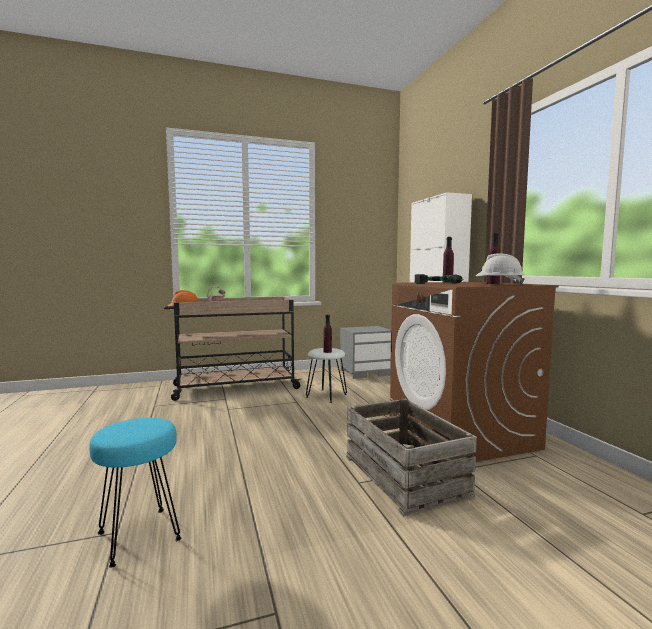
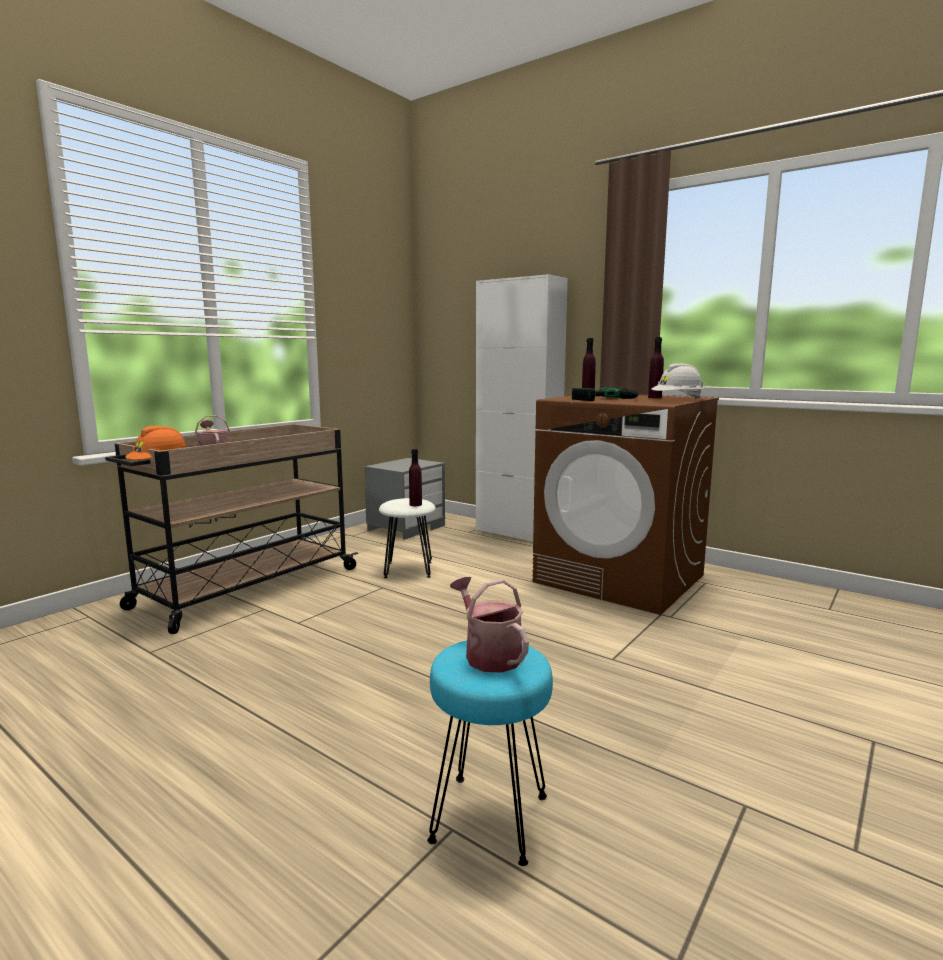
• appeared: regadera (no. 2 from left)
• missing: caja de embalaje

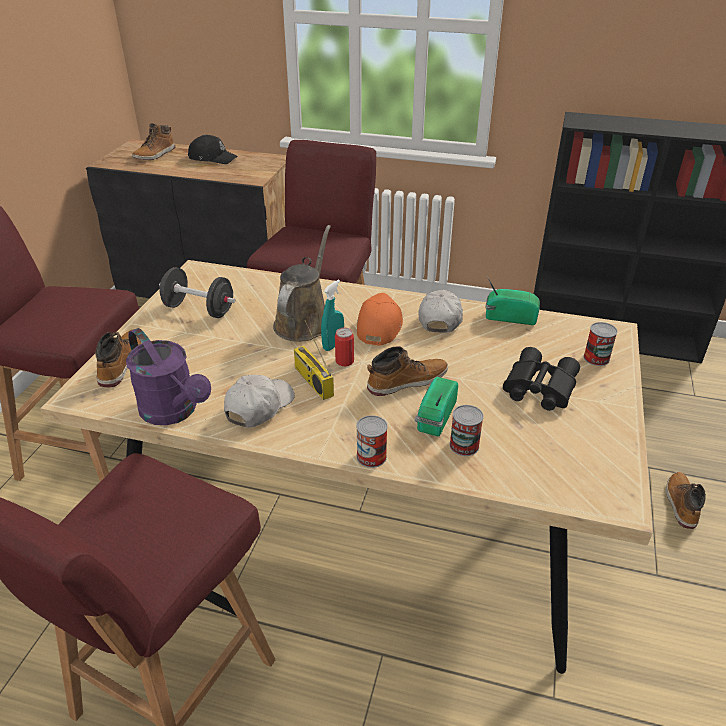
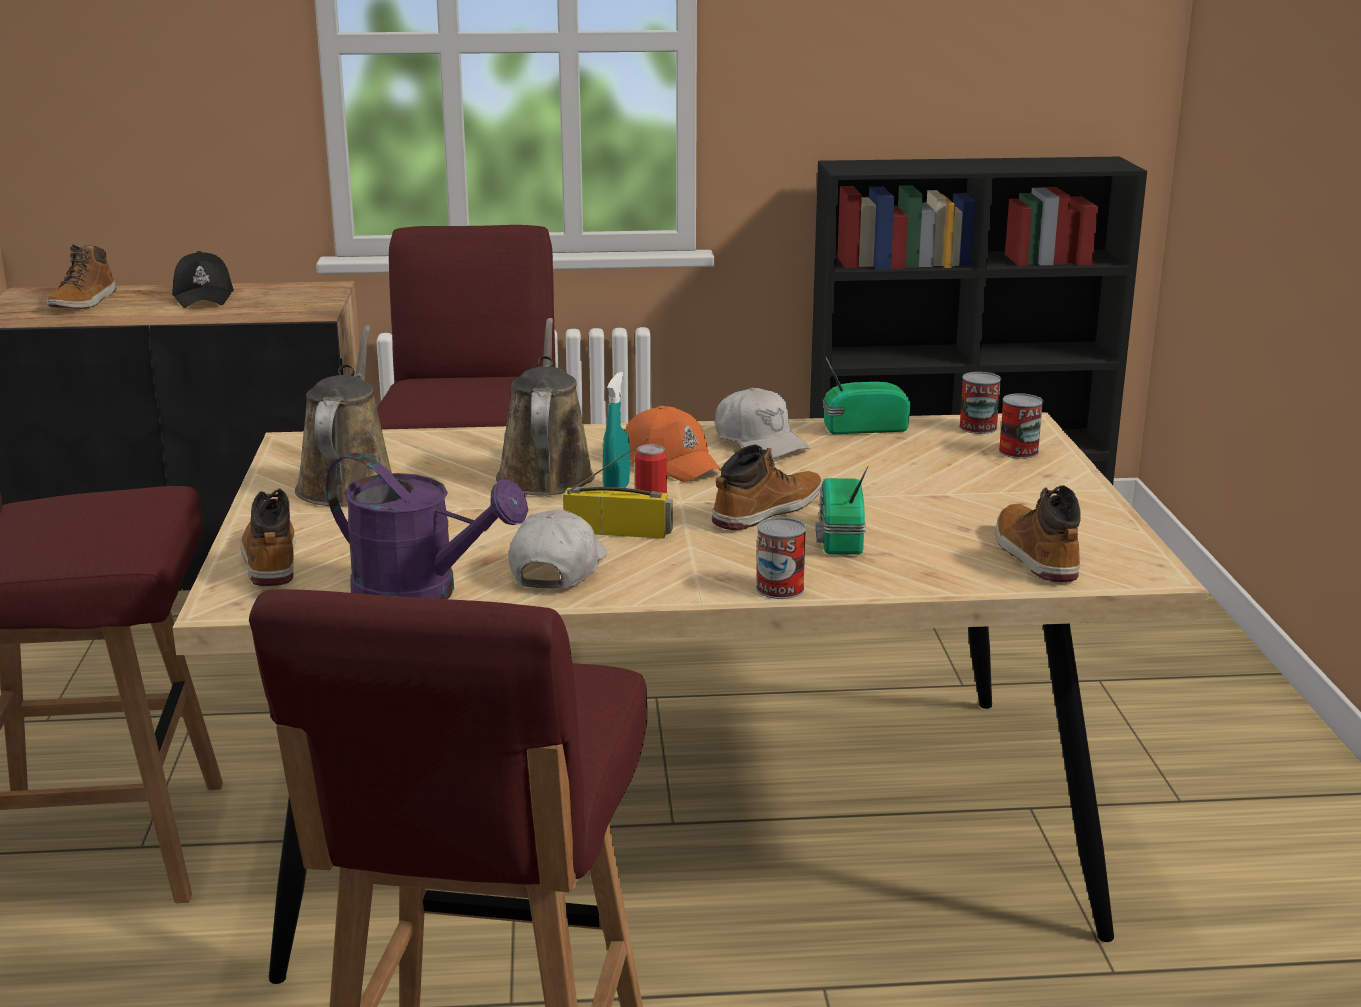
• spun: gorra/negro 75 degrees clockwise
• exchanged: mancuerna/negro to regadera/marrón (no. 1 from left)
• spun: radio (no. 1 from left) 150 degrees clockwise
• spun: gorra/naranja 150 degrees clockwise
• spun: gorra/blanco (no. 2 from left) 150 degrees clockwise
• relocated: lata (no. 3 from left)
• relocated: bota (no. 4 from left)
• missing: prismáticos/negro

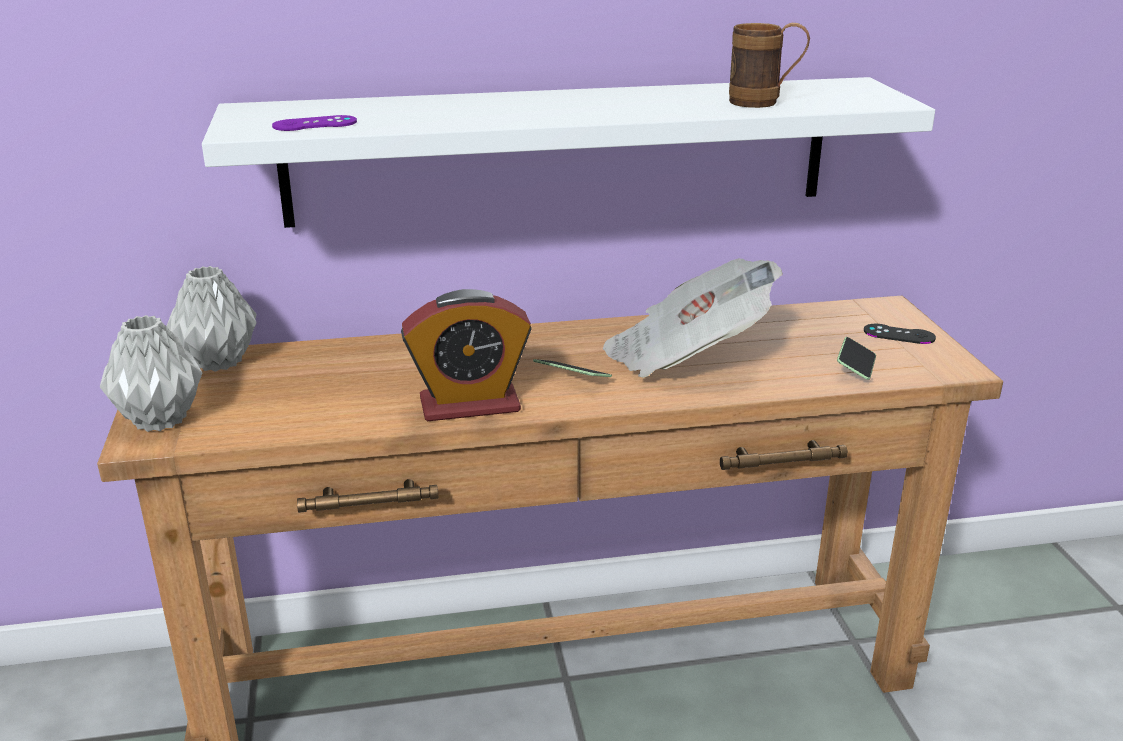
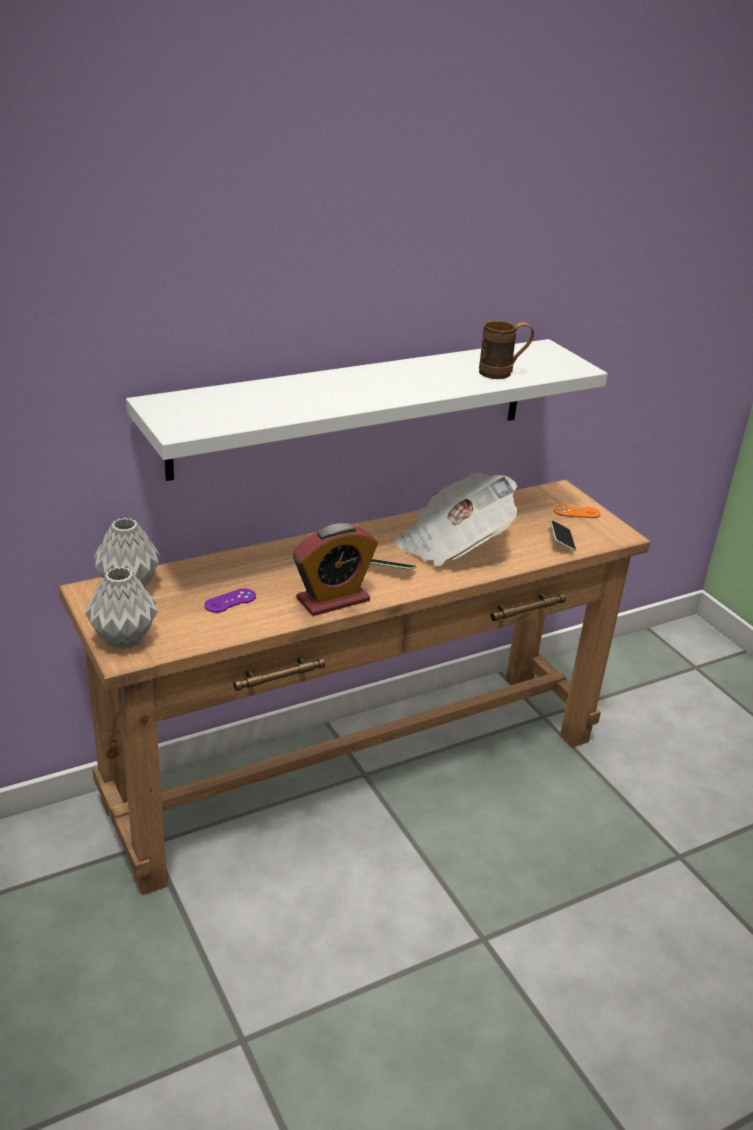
• relocated: mando de consola/morado
• colour: mando de consola/negro to mando de consola/naranja

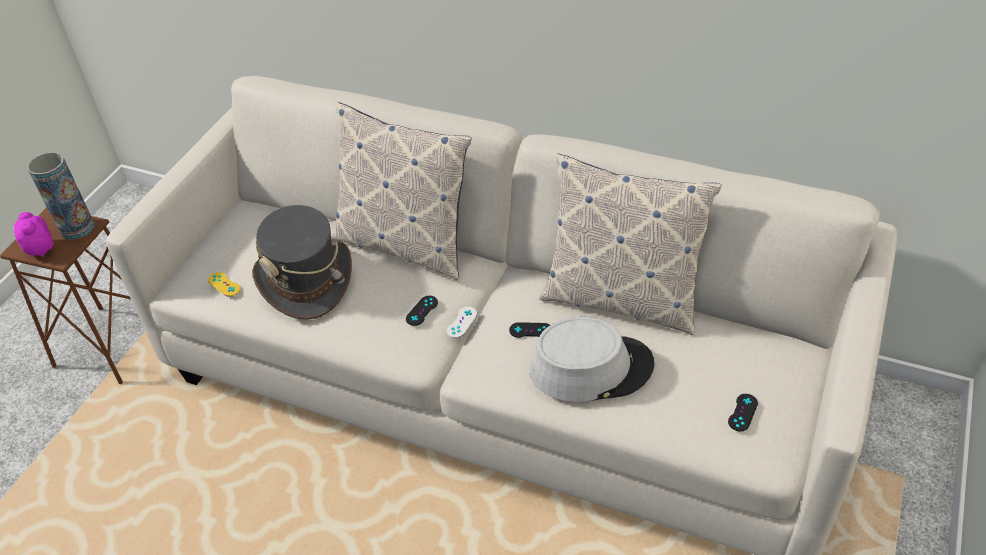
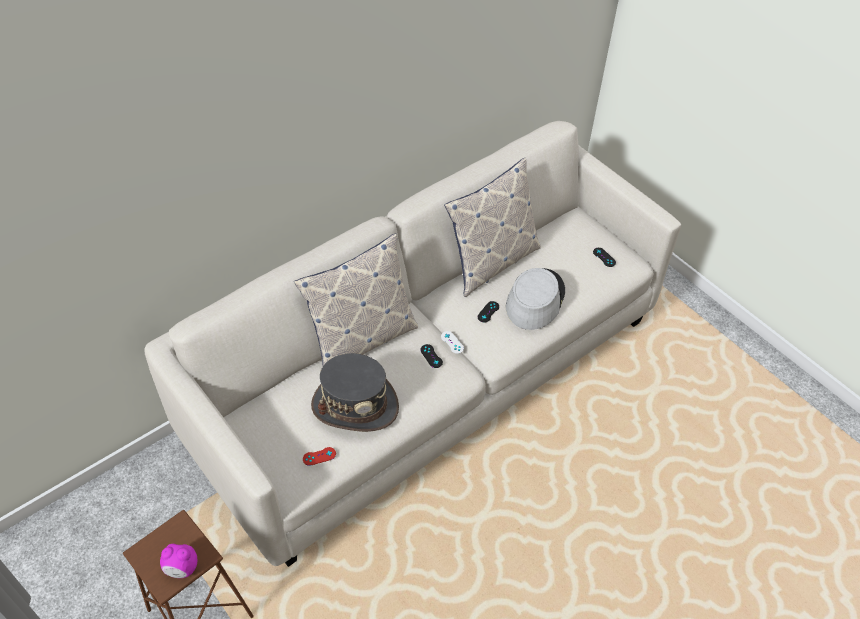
• colour: mando de consola/amarillo to mando de consola/rojo
• missing: florero

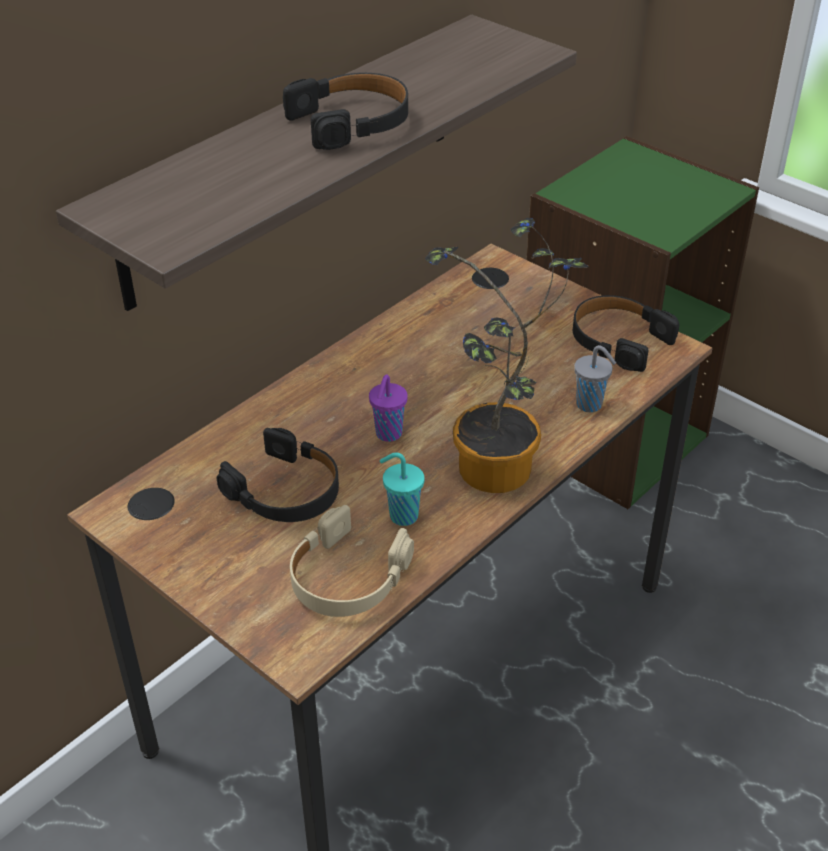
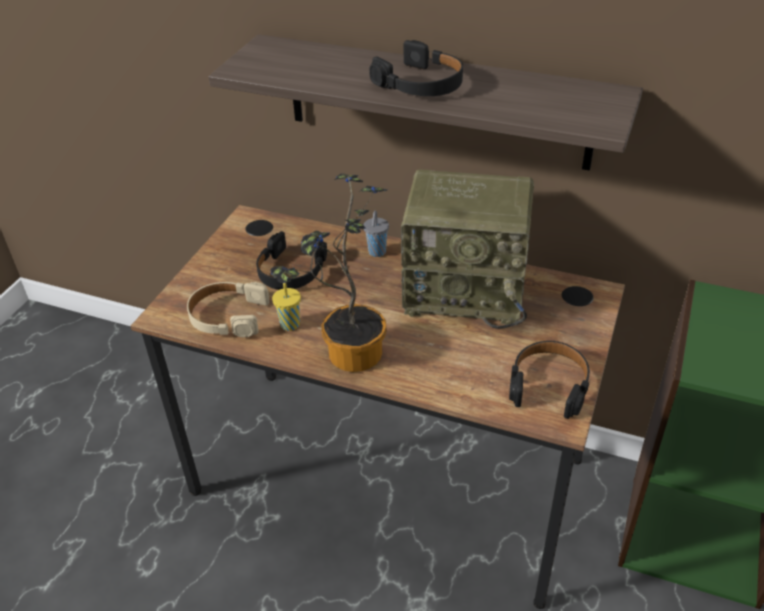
• colour: taza/turquesa to taza/amarillo
• relocated: taza/gris
• appeared: radio
• missing: taza/morado

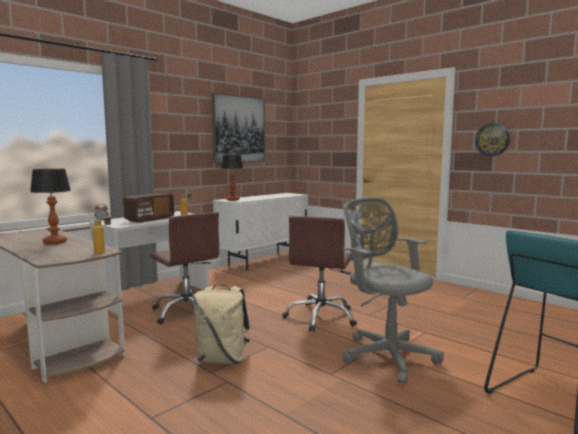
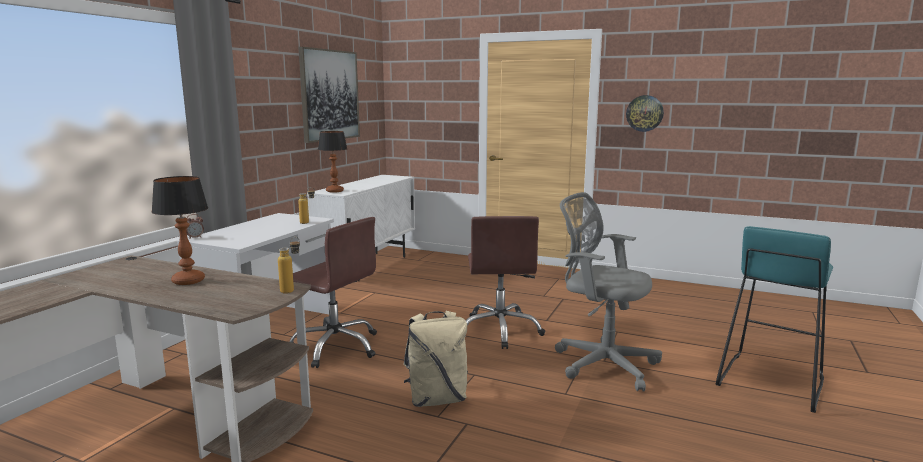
• missing: radio

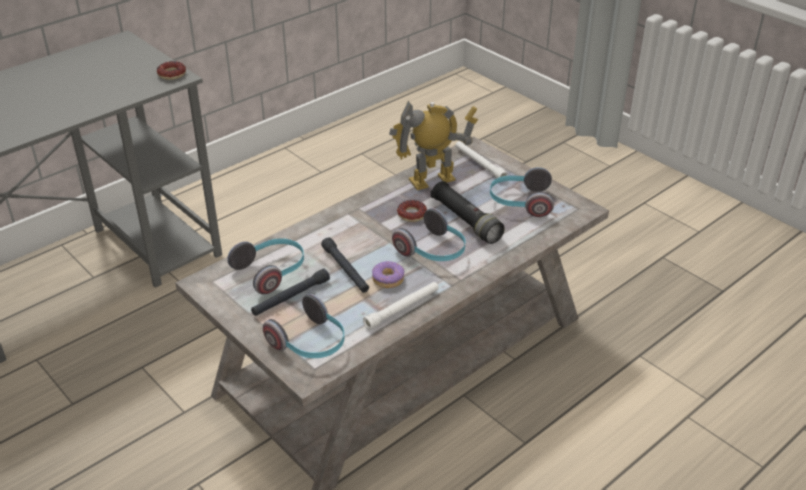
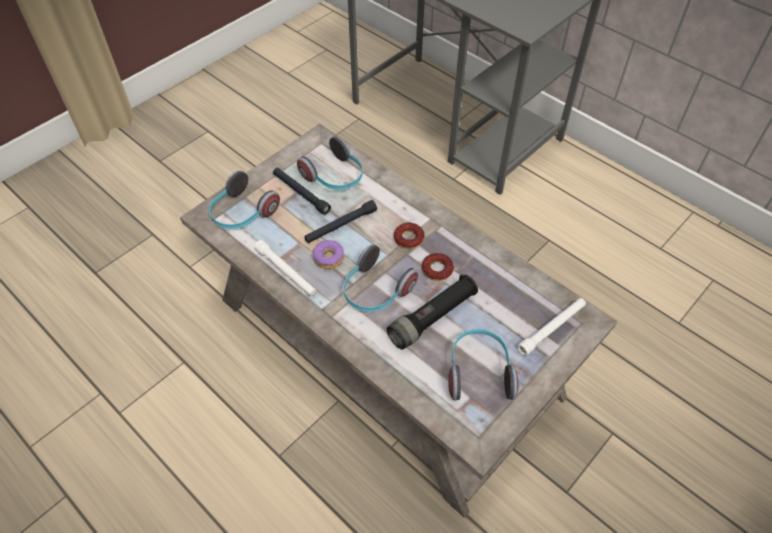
• relocated: rosquilla (no. 1 from left in the first image) to rosquilla (no. 2 from left)
• missing: robot de juguete

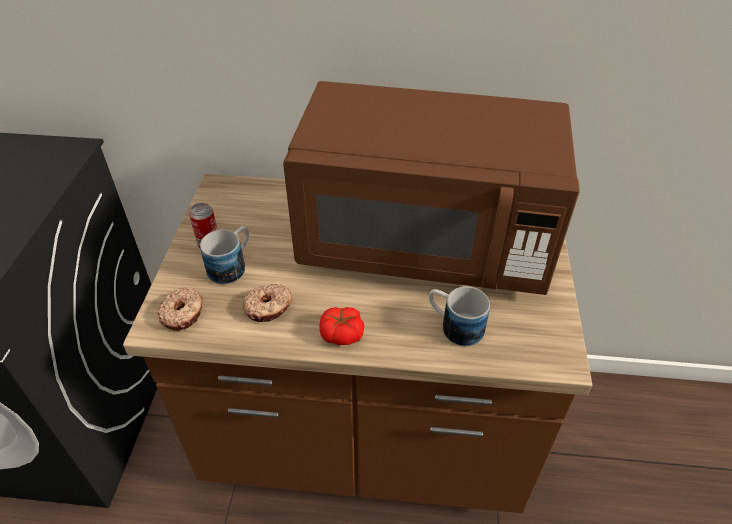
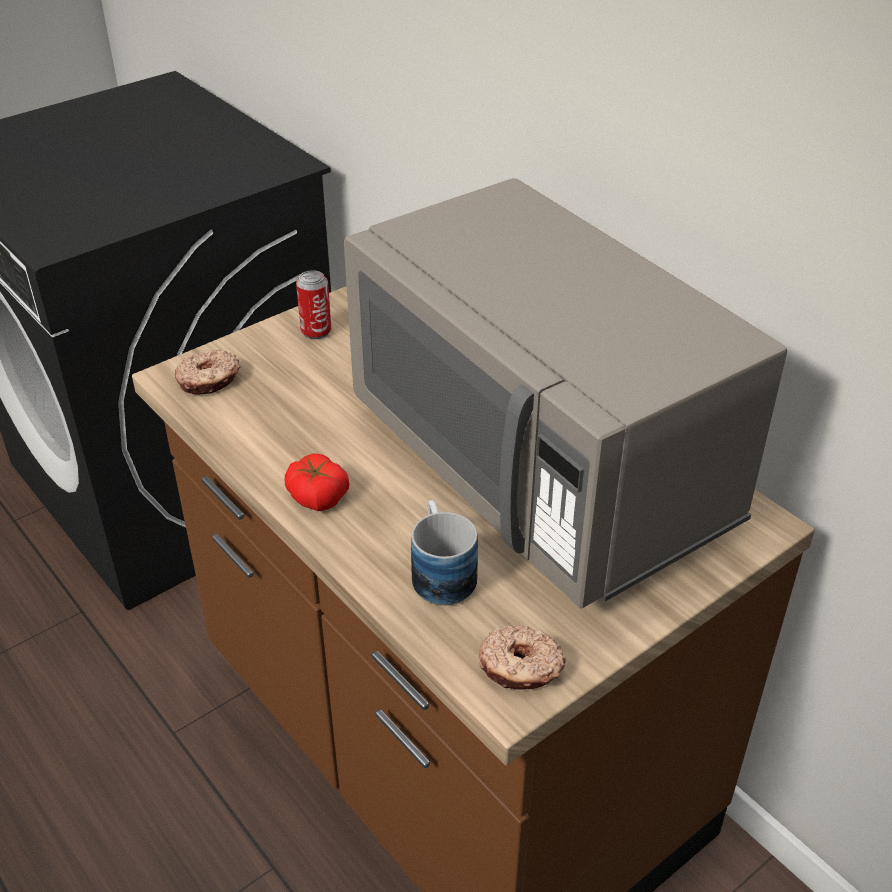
• colour: microondas/marrón to microondas/gris
• relocated: rosquilla (no. 2 from left)
• missing: taza grande (no. 1 from left)

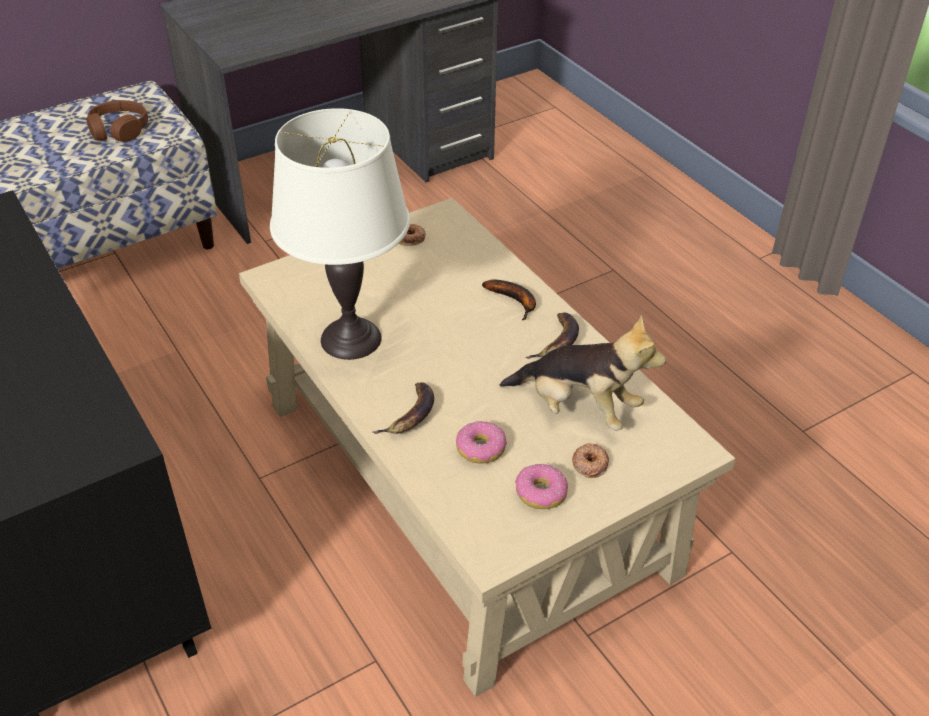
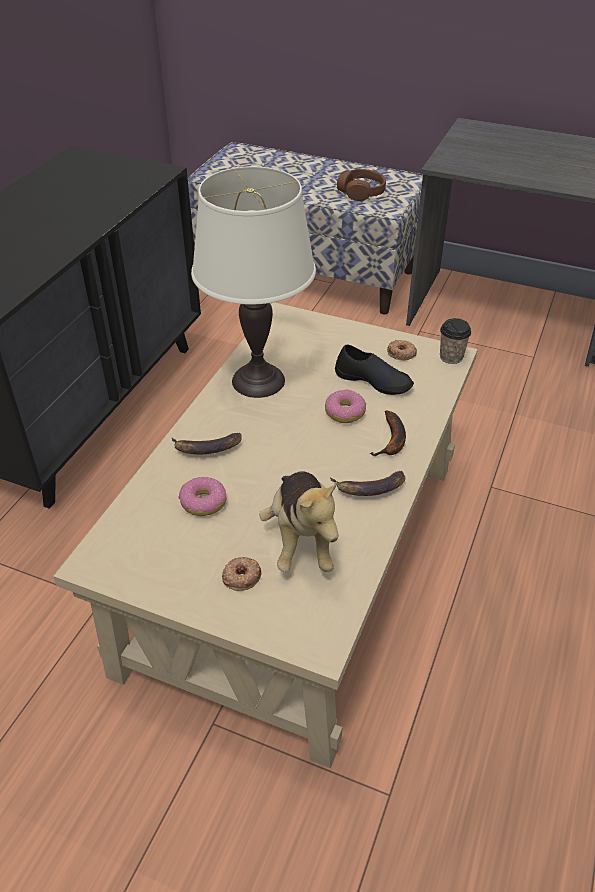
• relocated: rosquilla (no. 3 from left)
• appeared: zapato/negro
• appeared: taza

